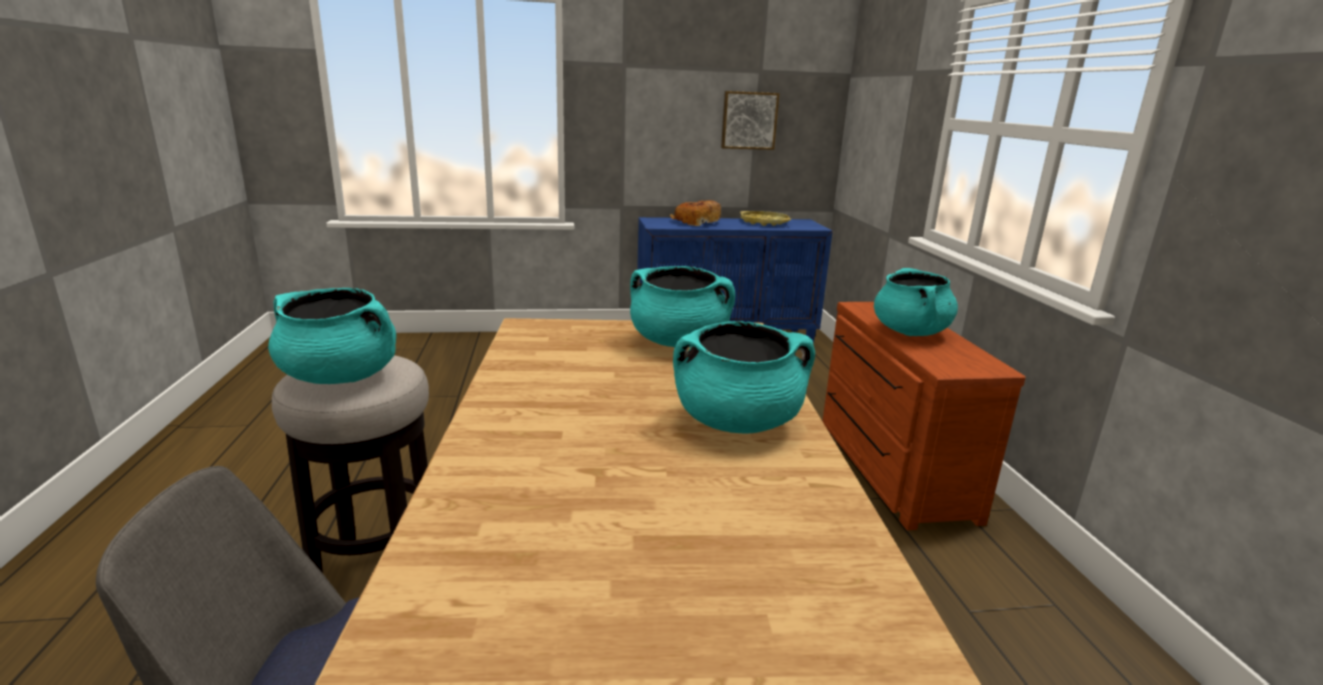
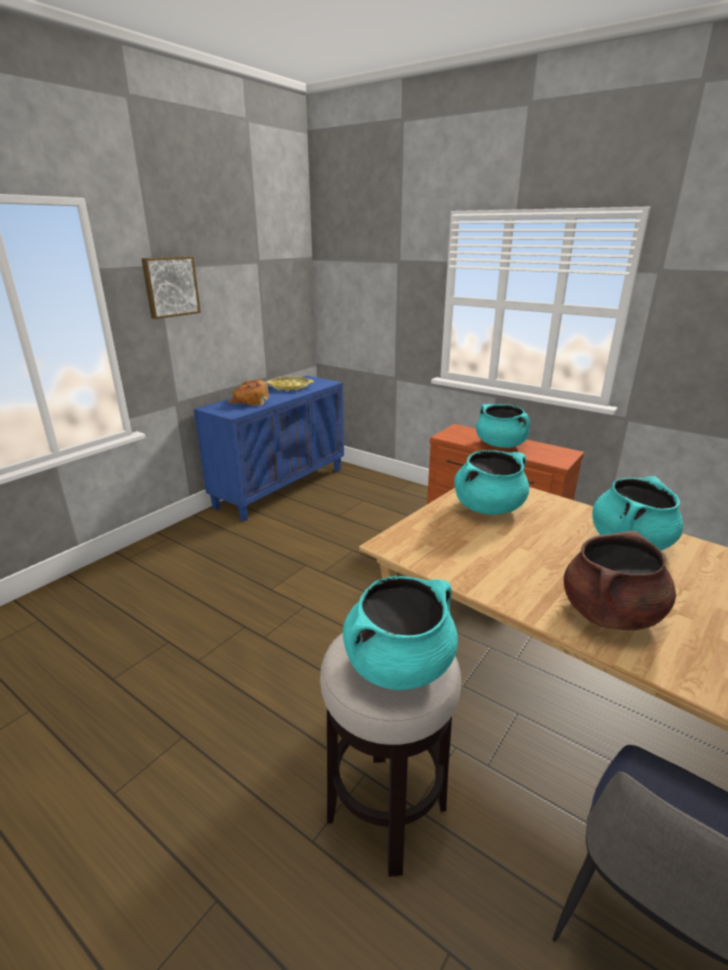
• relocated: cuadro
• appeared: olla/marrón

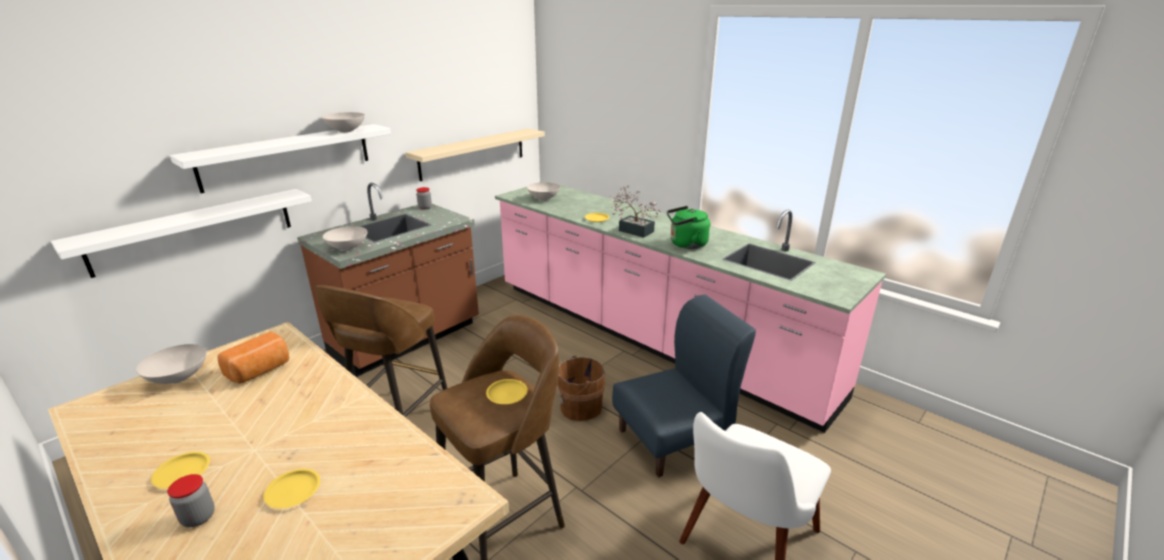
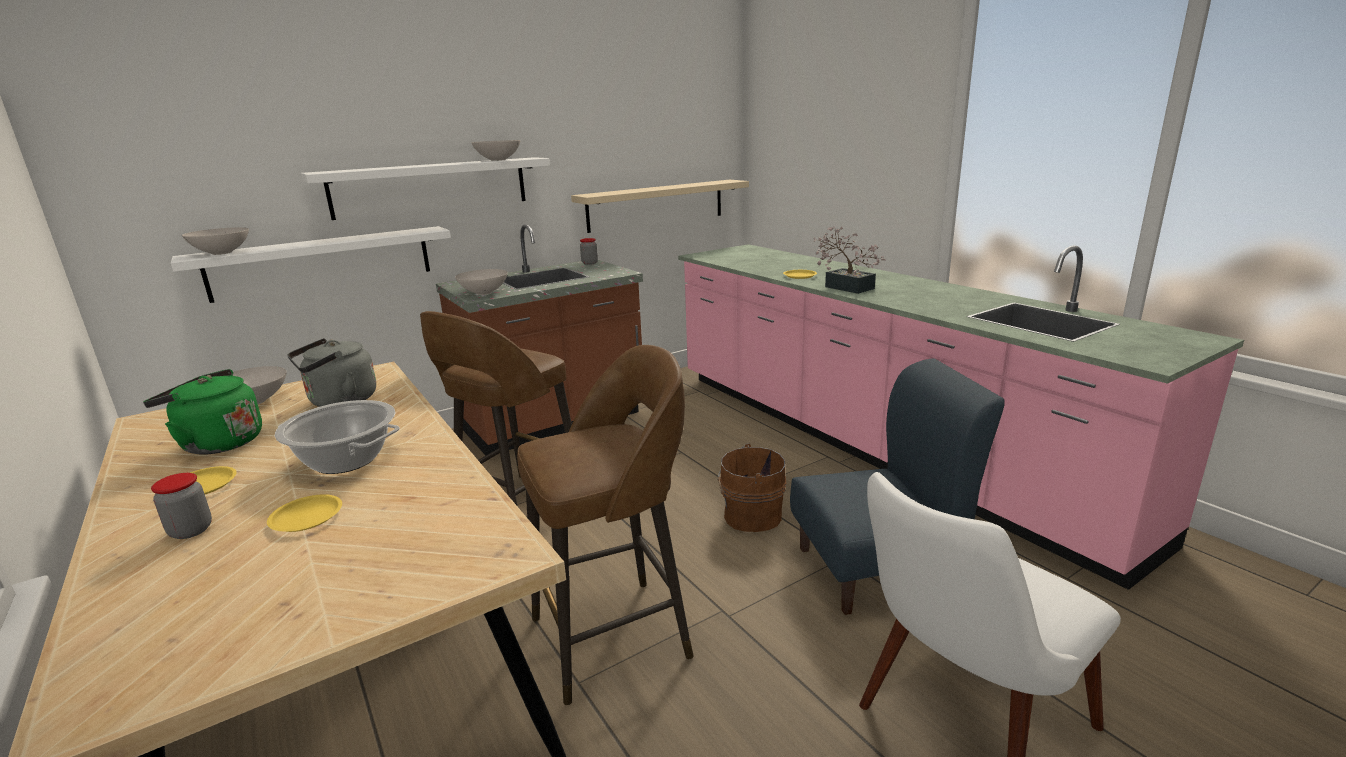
• relocated: hervidor/verde
• relocated: cuenco/blanco (no. 4 from left in the first image) to cuenco/blanco (no. 1 from left)
• appeared: olla
• exchanged: pan to hervidor/gris
• missing: plato/amarillo (no. 3 from left)

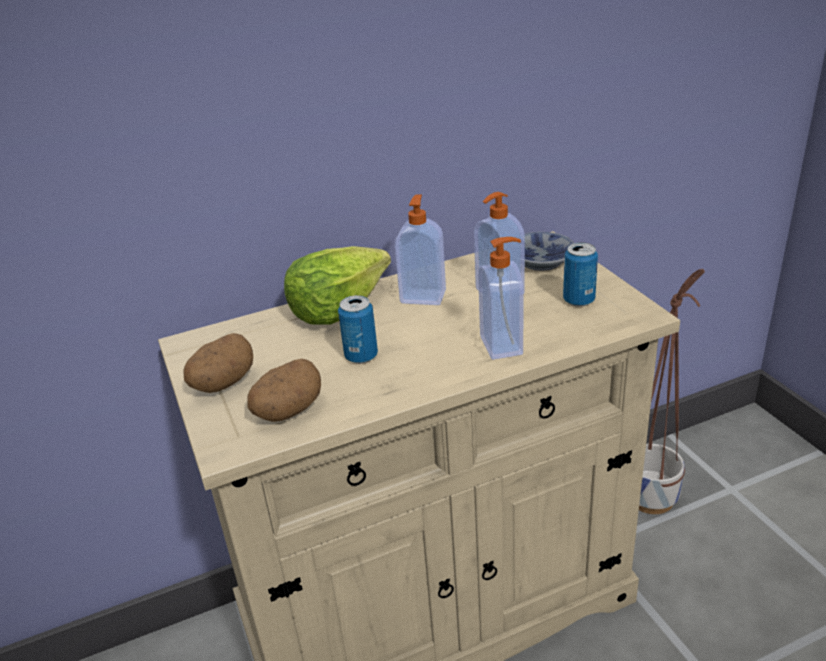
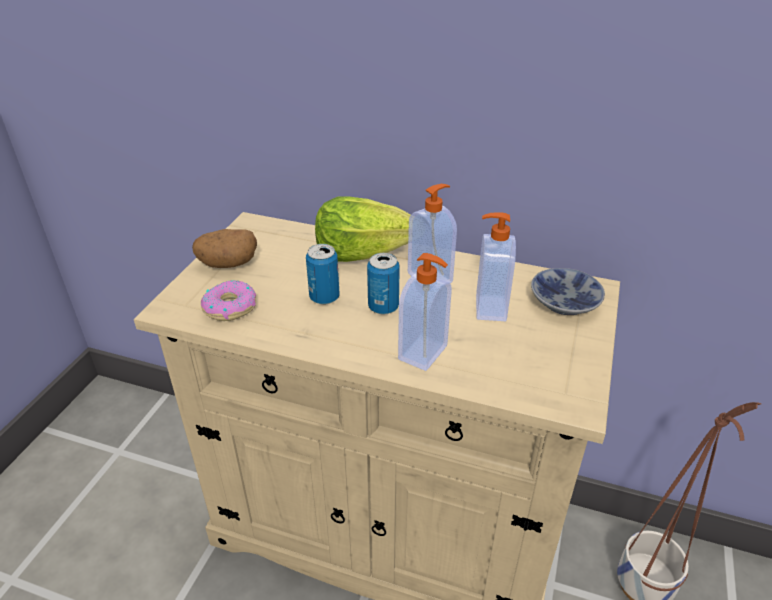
• exchanged: patata (no. 2 from left) to rosquilla
• relocated: lata (no. 2 from left)

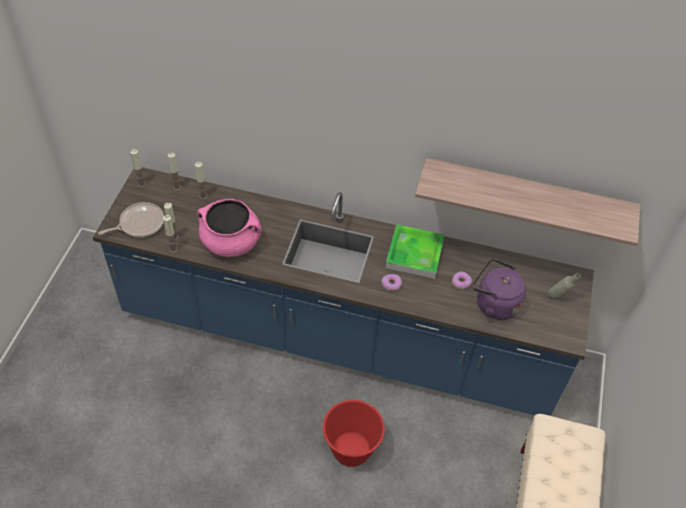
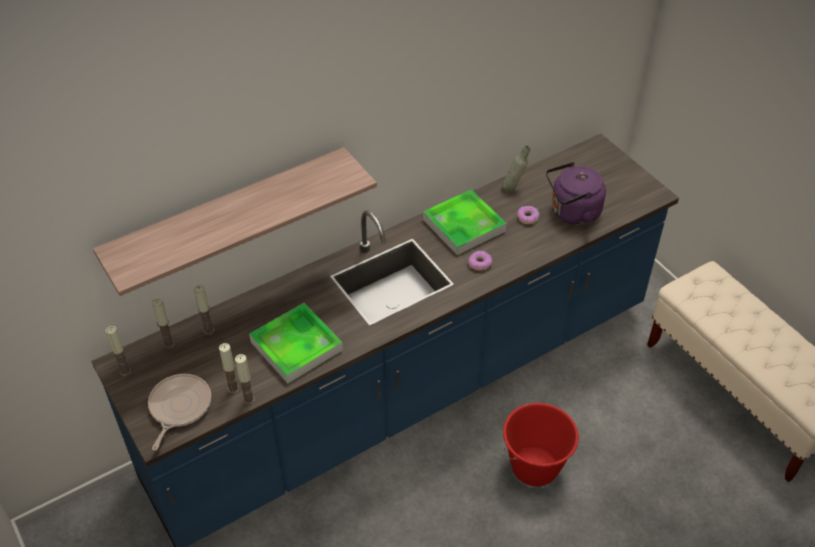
• relocated: estante
• exchanged: olla/rosa to bandeja (no. 1 from left)
• relocated: botella/gris

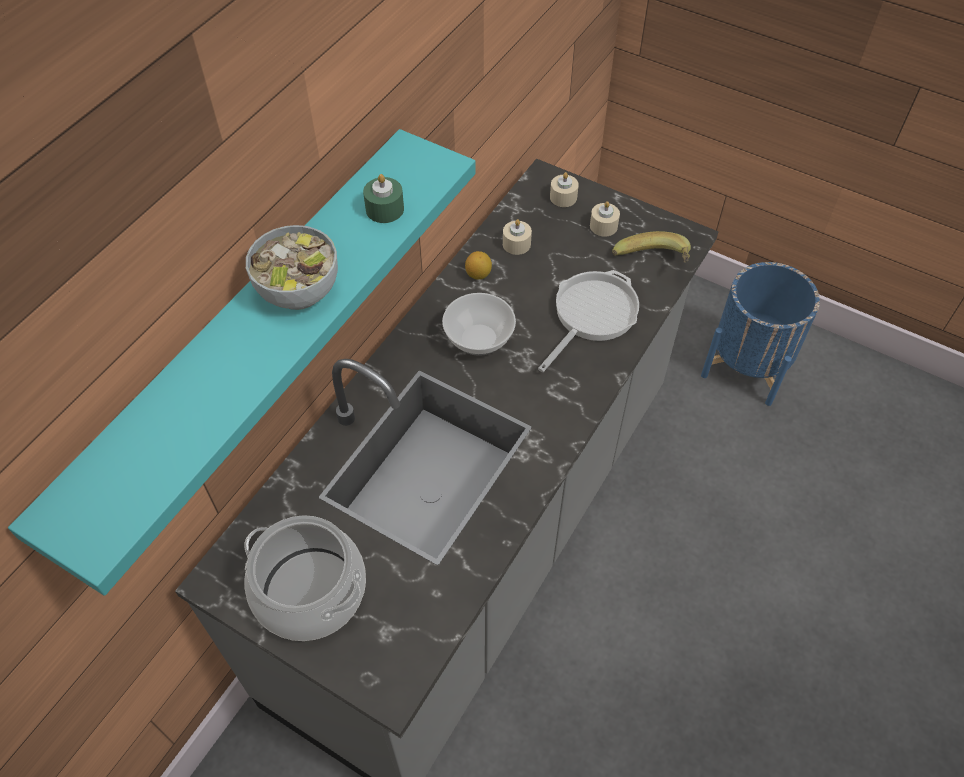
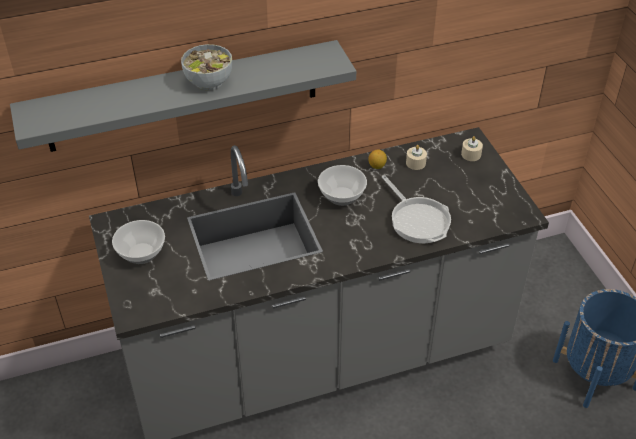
• colour: estante/turquesa to estante/gris
• exchanged: olla to cuenco (no. 1 from left)
• spun: sartén 75 degrees clockwise
• missing: vela/verde
• missing: vela/beis (no. 3 from left)
• missing: plátano

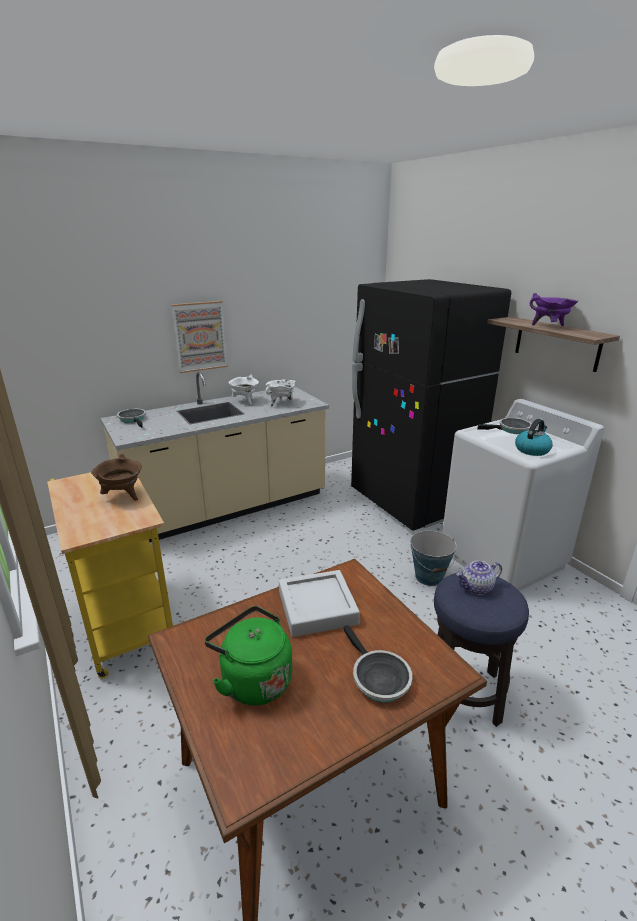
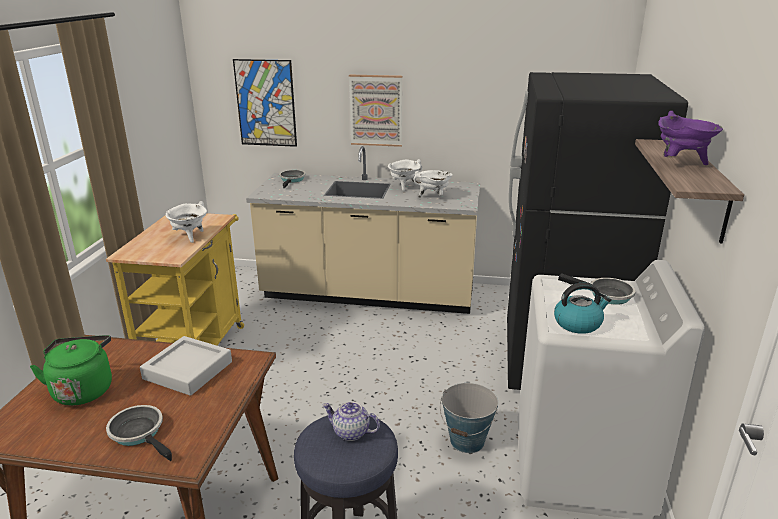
• spun: sartén (no. 2 from left in the first image) 120 degrees clockwise
• colour: olla/marrón to olla/blanco (no. 1 from left)
• appeared: cuadro (no. 1 from left)

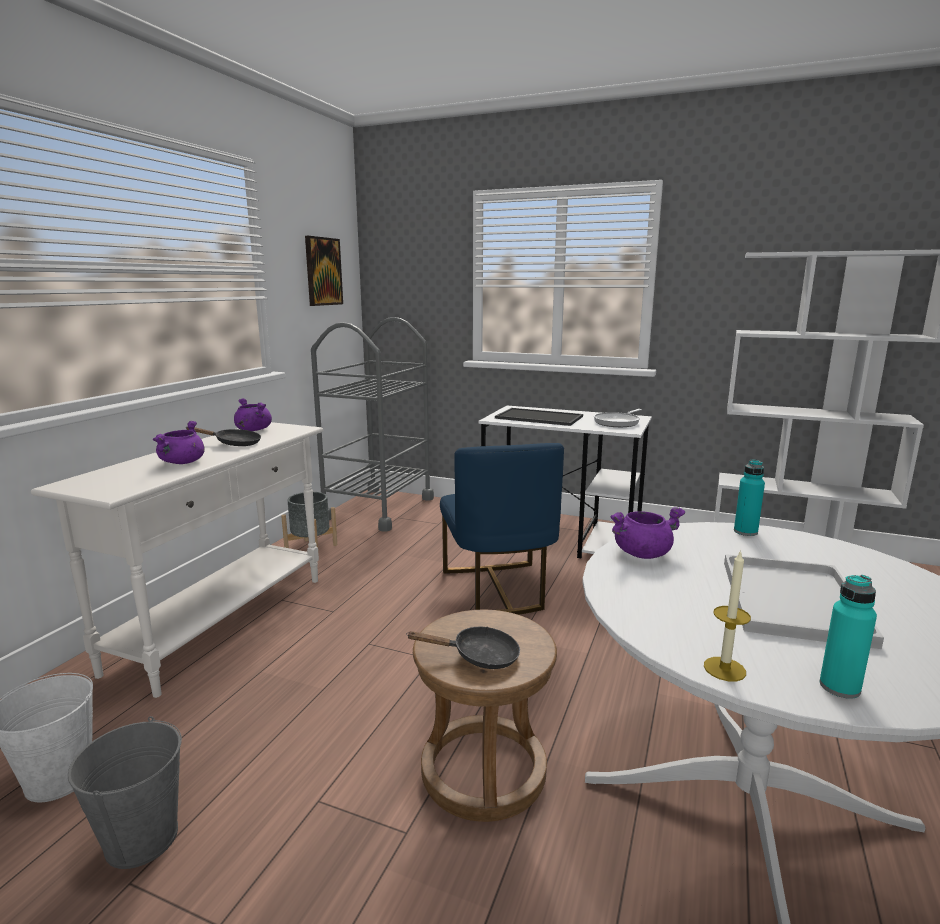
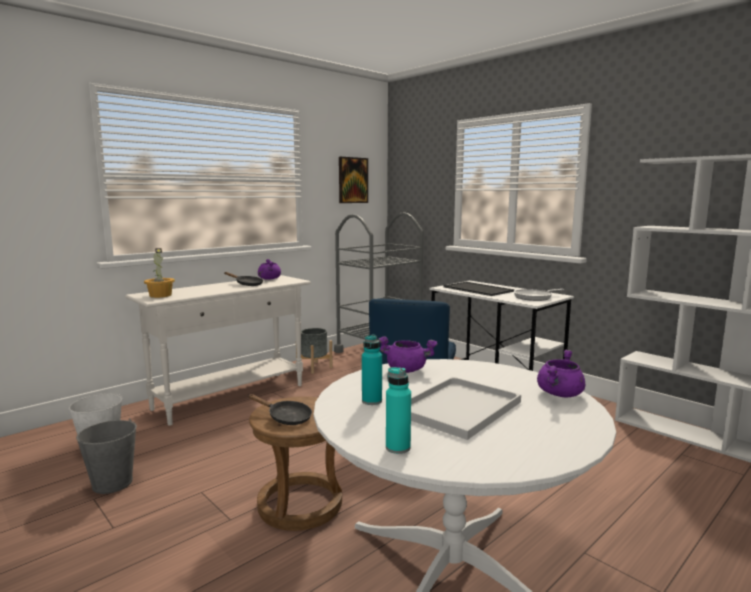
• appeared: planta en maceta
• relocated: botella/turquesa (no. 1 from left)
• relocated: olla/morado (no. 1 from left in the first image) to olla/morado (no. 3 from left)
• missing: vela

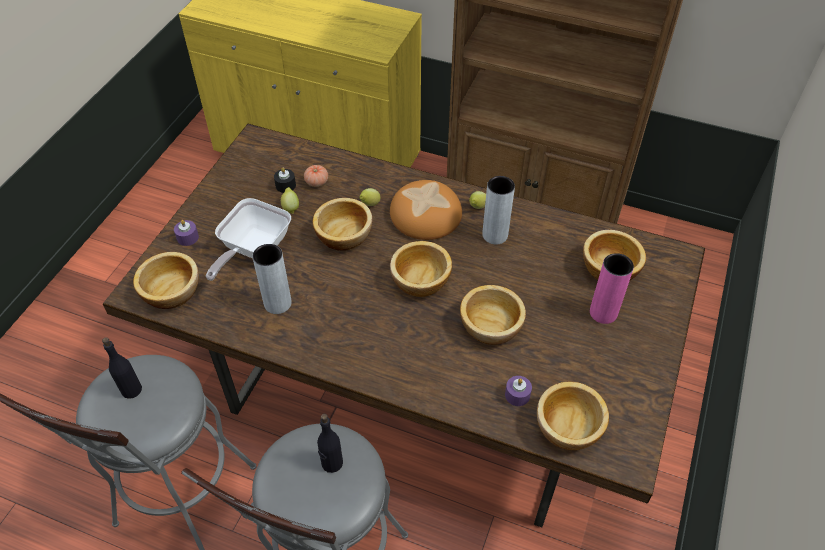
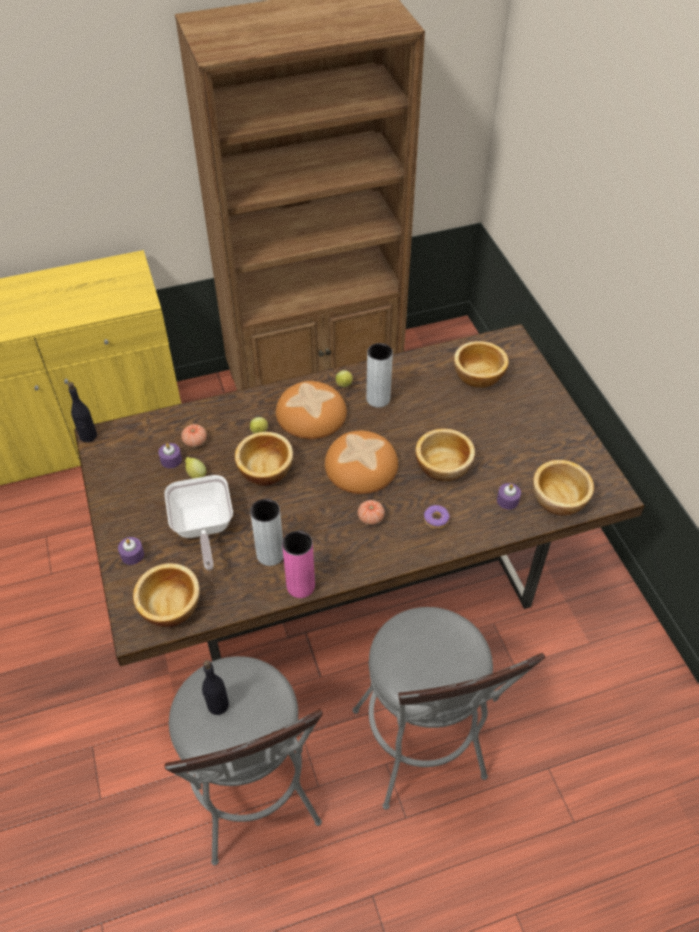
• relocated: botella/negro (no. 2 from left in the first image) to botella/negro (no. 1 from left)
• colour: vela/negro to vela/morado (no. 2 from left)
• relocated: florero/rosa
• exchanged: cuenco (no. 3 from left) to pan (no. 2 from left)
• appeared: tomate (no. 2 from left)
• appeared: rosquilla

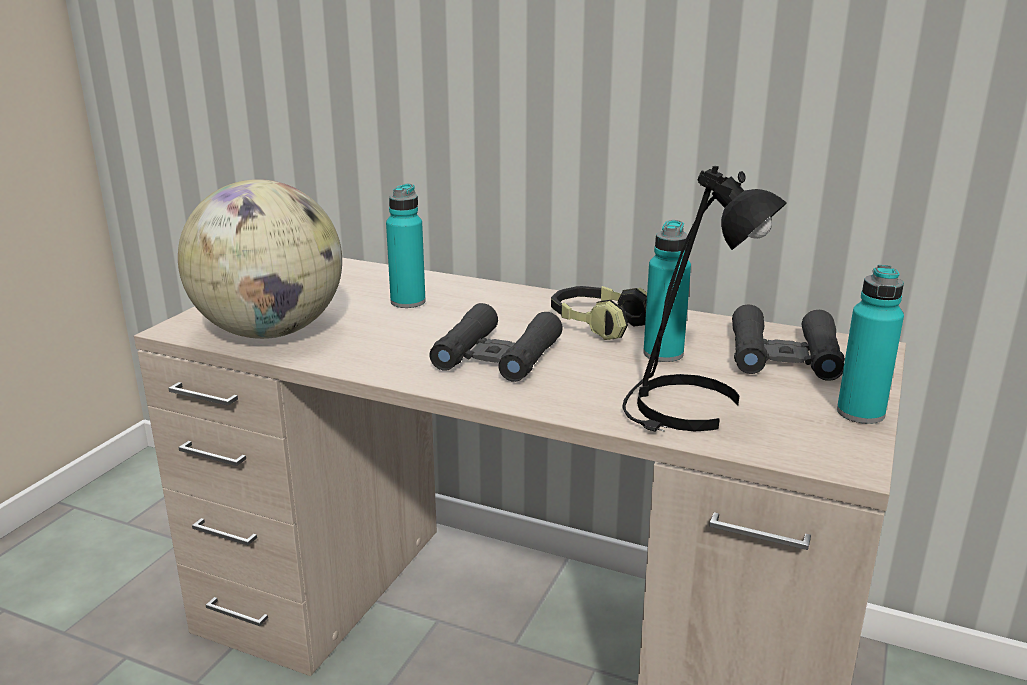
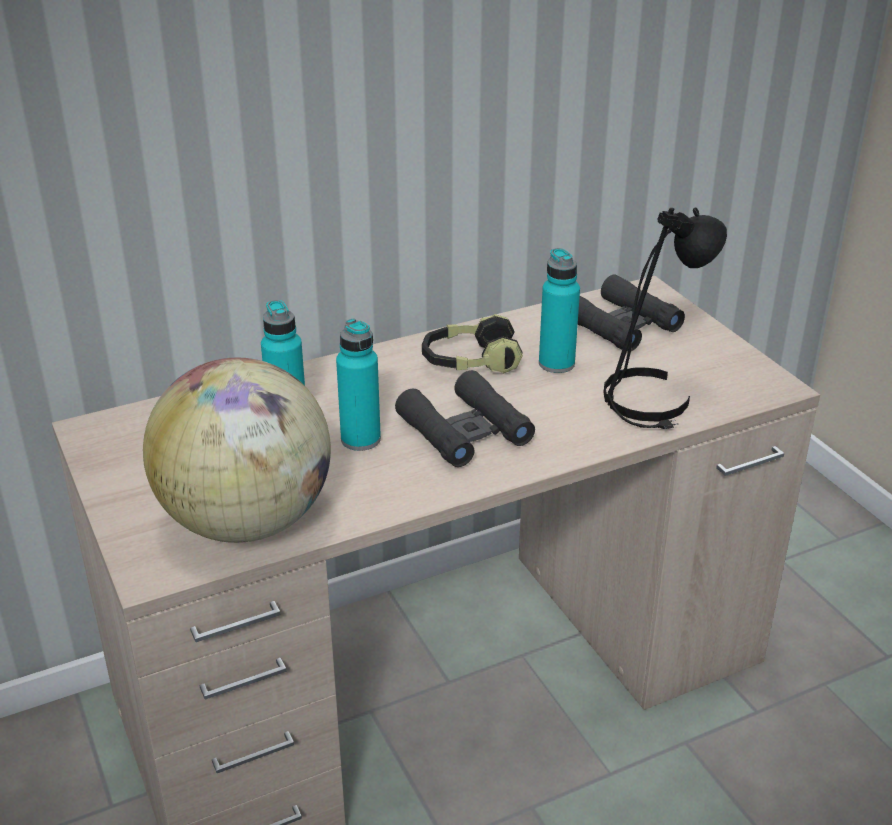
• relocated: botella/turquesa (no. 3 from left in the first image) to botella/turquesa (no. 2 from left)

